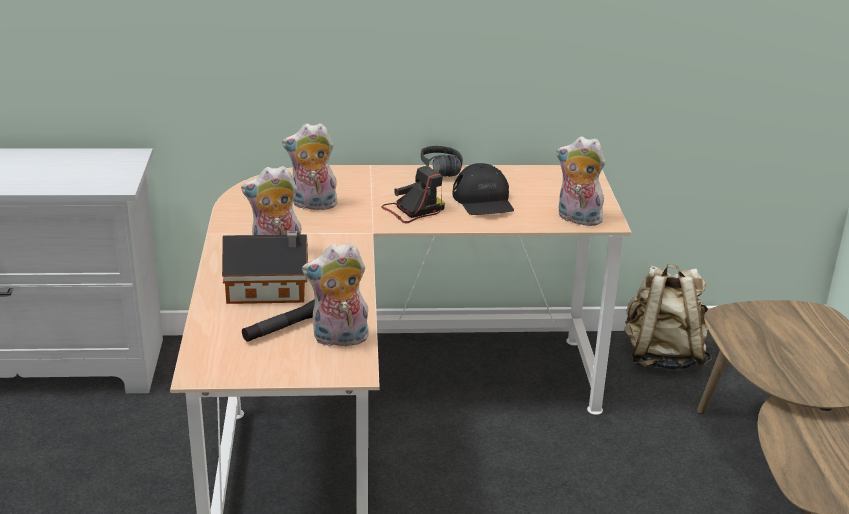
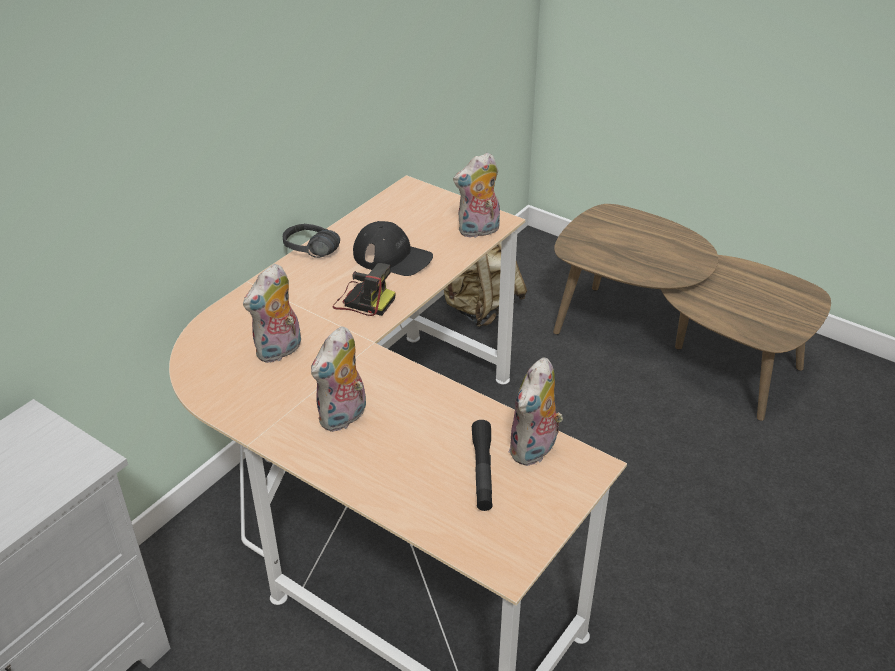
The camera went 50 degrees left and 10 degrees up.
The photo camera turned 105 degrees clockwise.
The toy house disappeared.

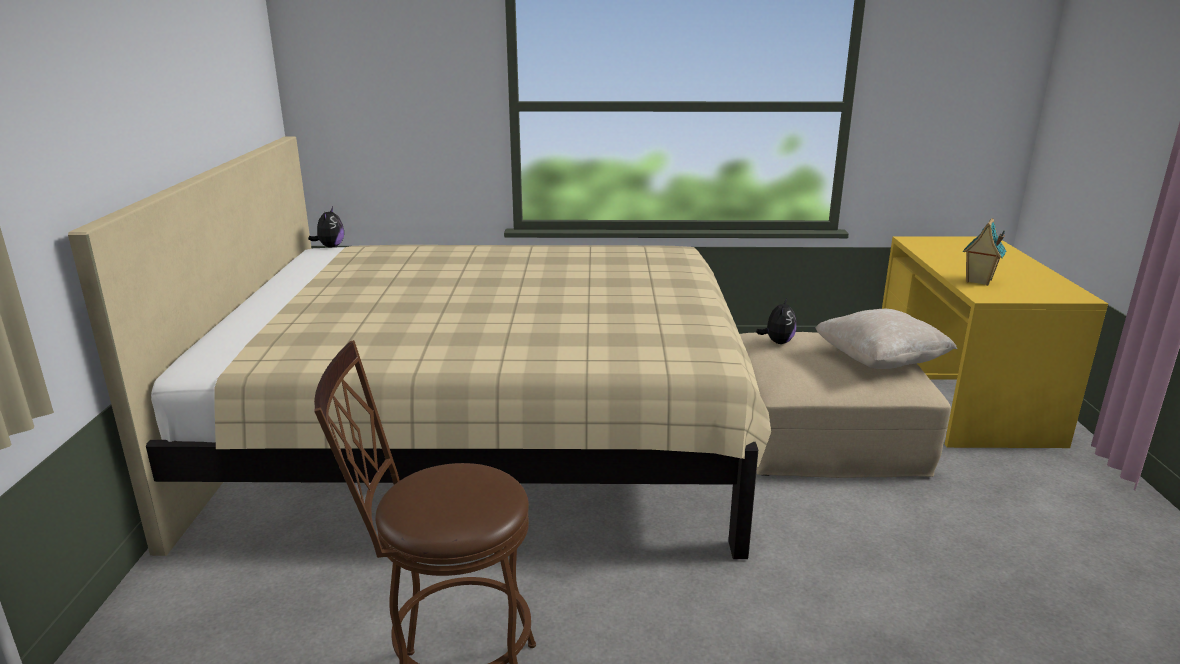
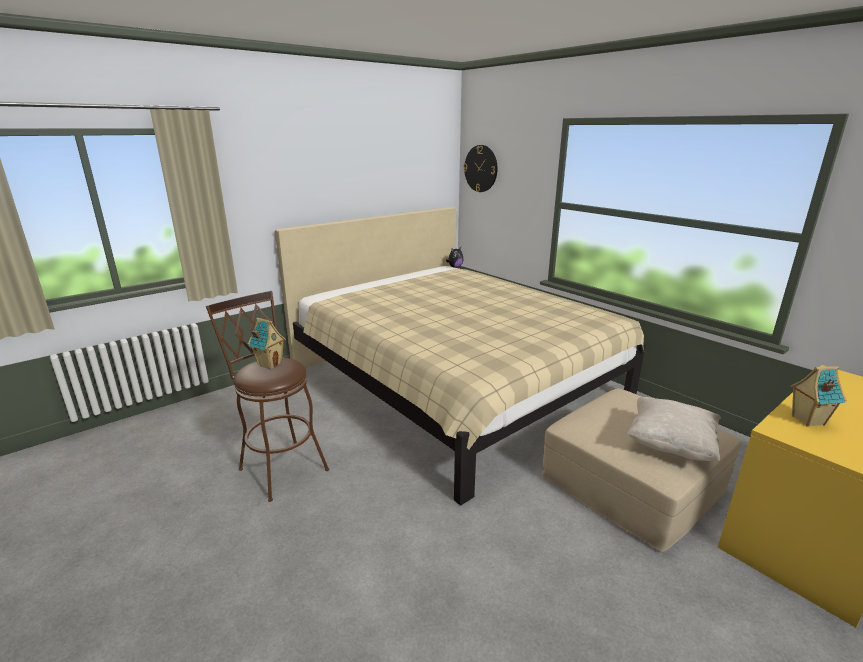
The camera went 50 degrees right and 0 degrees up.
The toy house (1st from left) appeared.
The hanging clock appeared.
The plush toy (2nd from left) disappeared.

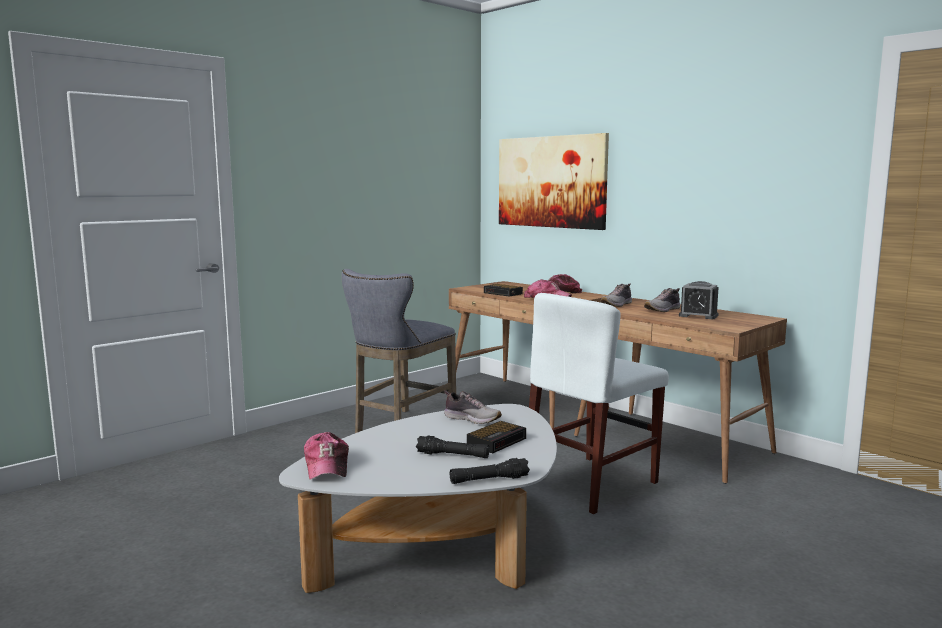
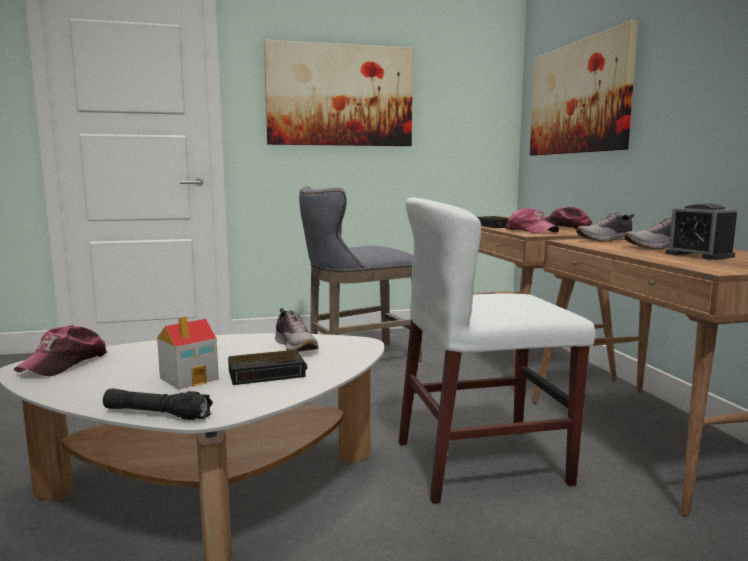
The camera went 30 degrees right and 0 degrees up.
The blackish flashlight (1st from left) was replaced by the toy house.
The wall art (1st from left) appeared.

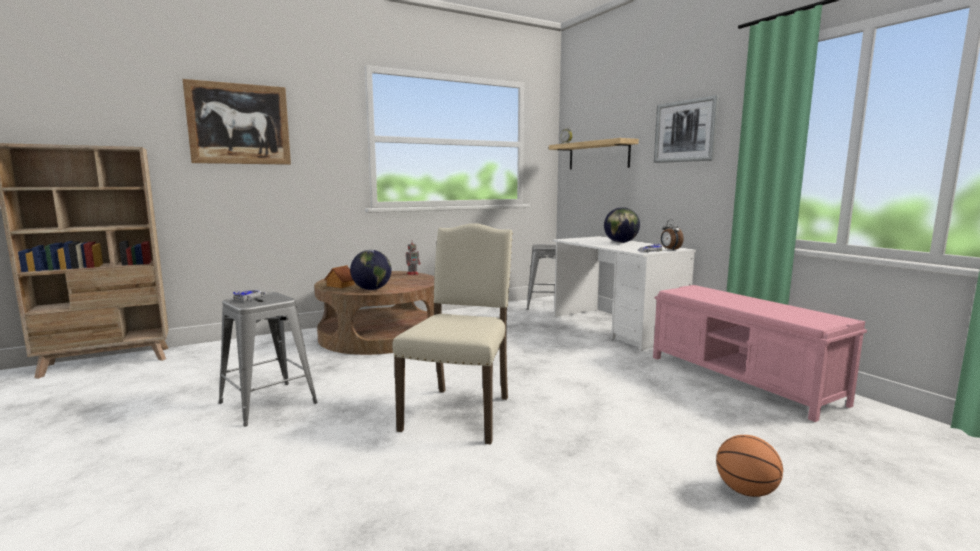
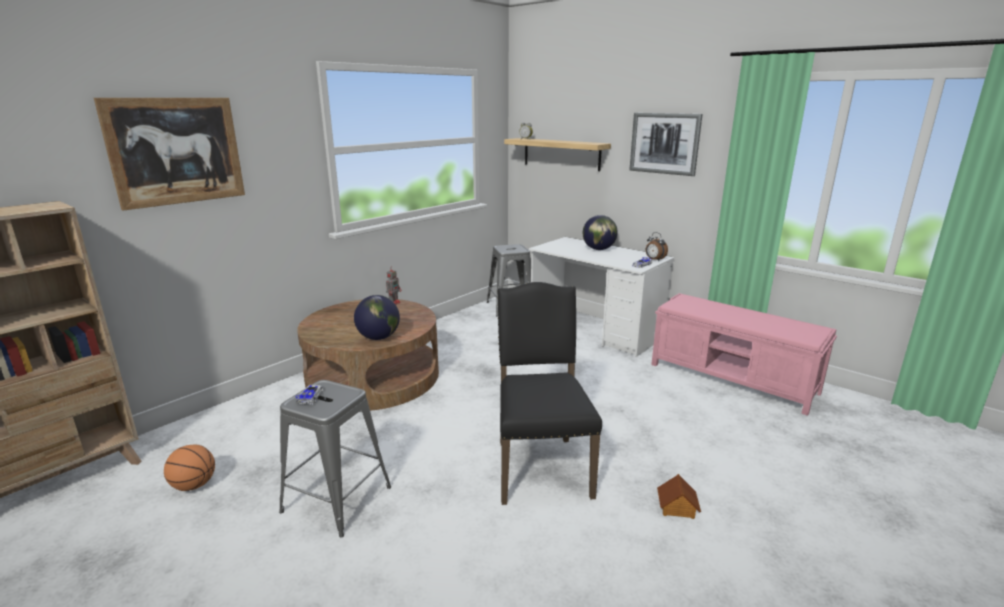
The camera went 20 degrees left and 10 degrees up.
The ball for basketball moved.
The beige plain chair became the blackish plain chair.
The toy house moved.

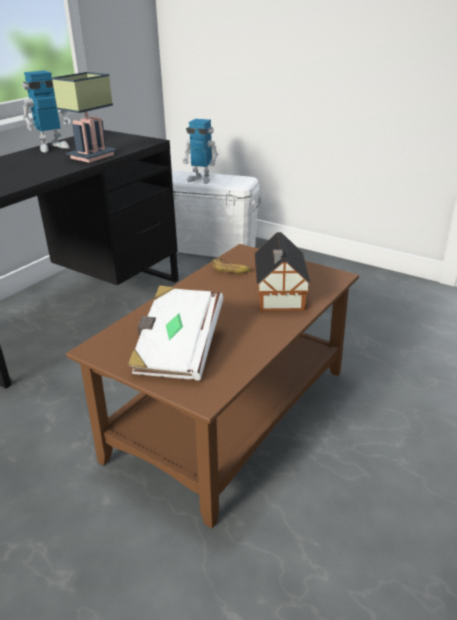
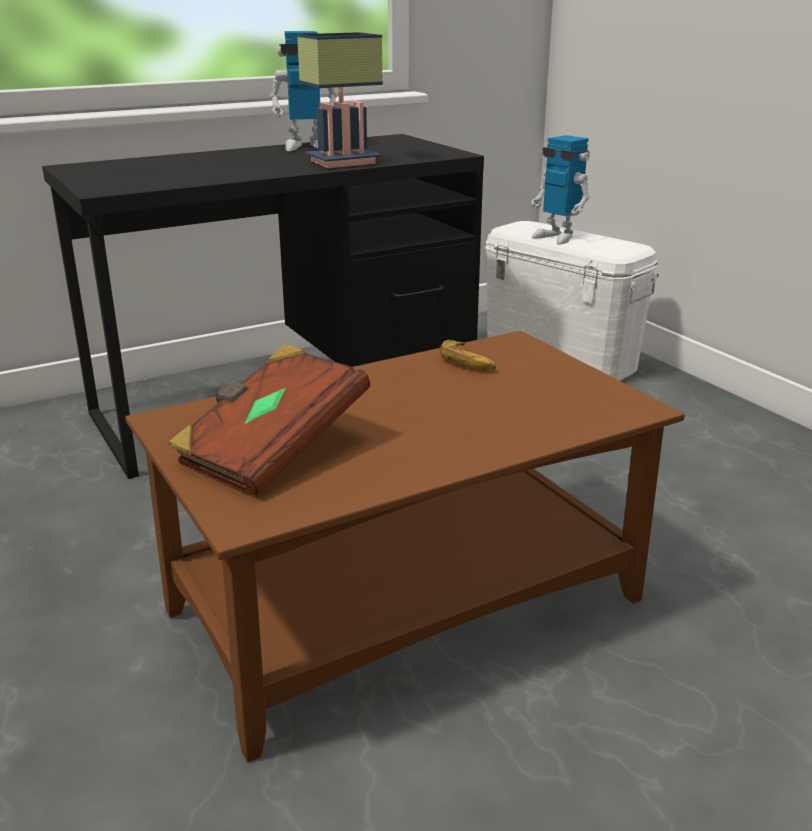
The camera went 25 degrees right and 5 degrees down.
The whitish volume became the brownish volume.
The toy house disappeared.

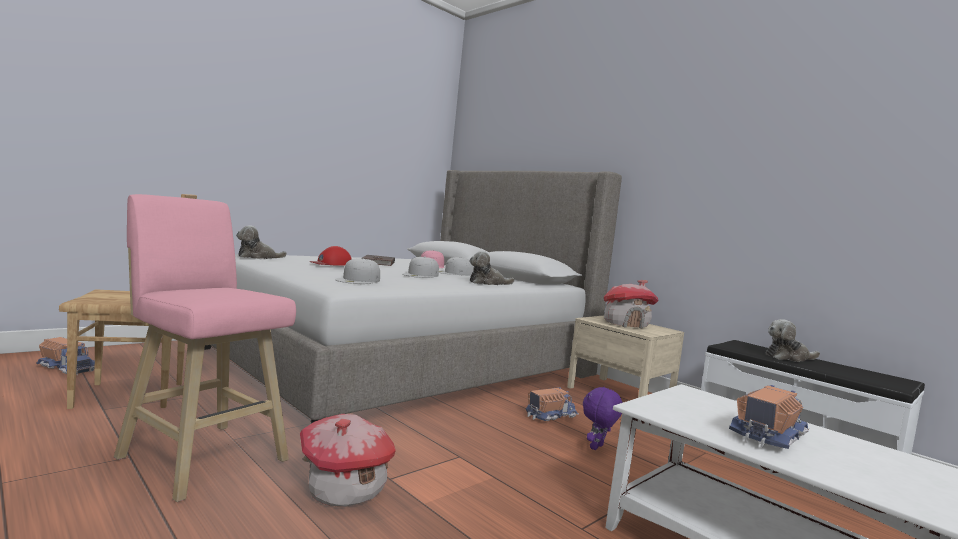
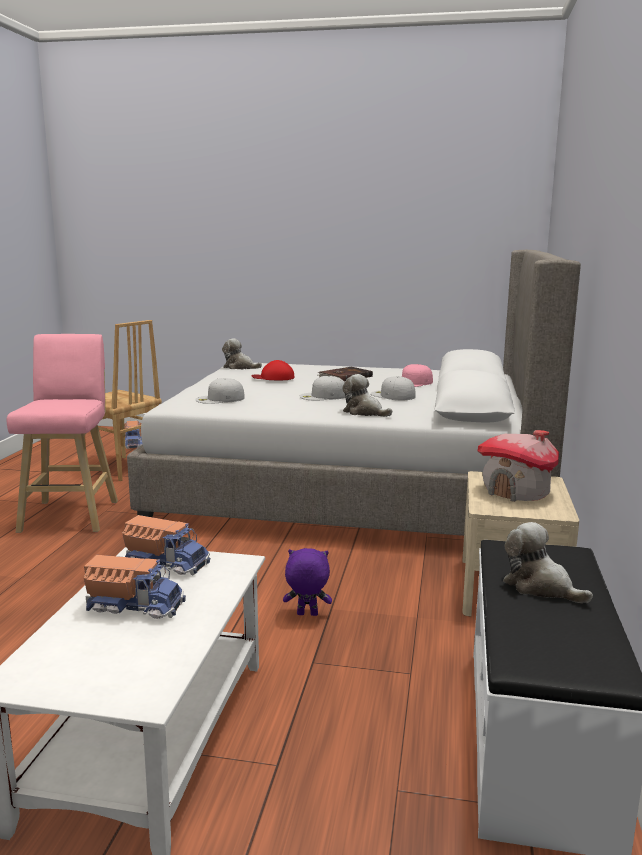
The camera went 55 degrees right and 10 degrees up.
The model truck (2nd from left in the first image) moved.
The toy house (1st from left) disappeared.

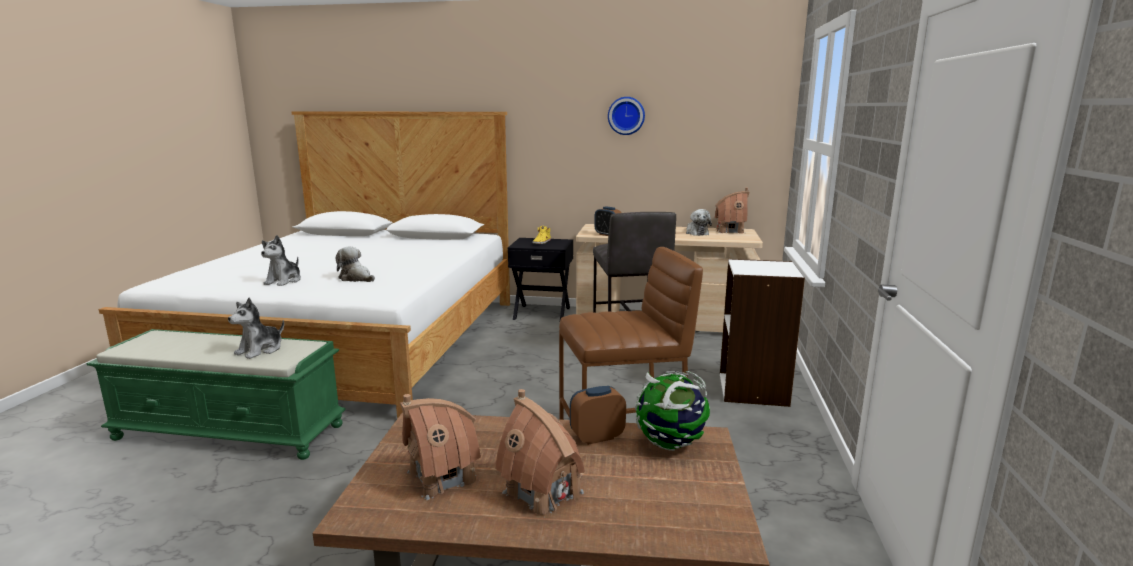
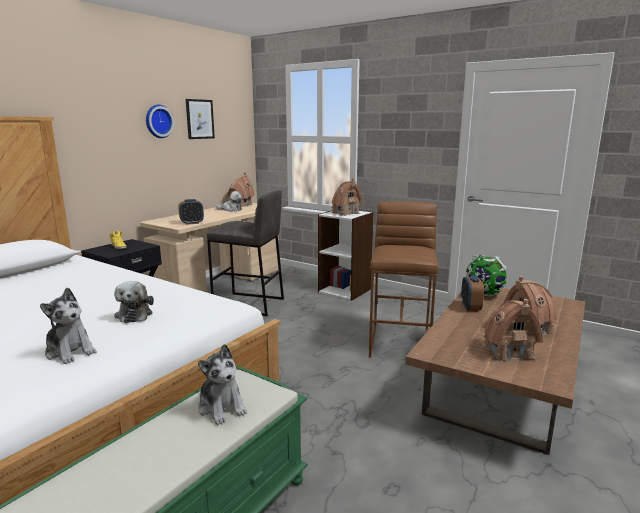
The camera went 65 degrees left and 0 degrees up.
The plush toy (3rd from left in the first image) turned 75 degrees counterclockwise.
The wall art appeared.
The toy house (2nd from left) appeared.

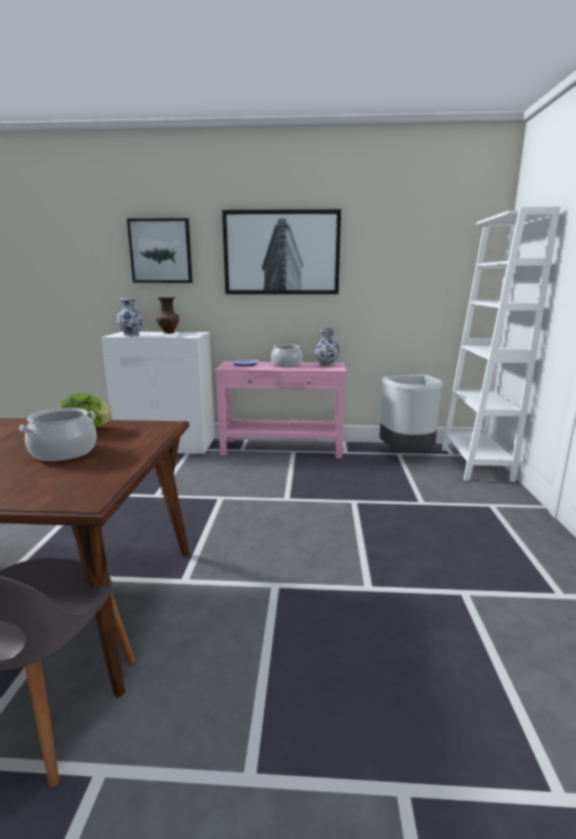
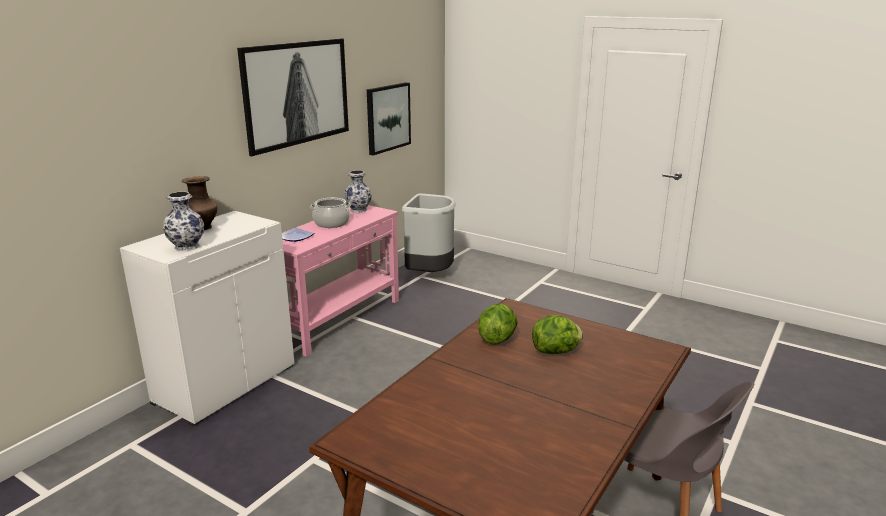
The camera went 60 degrees left and 5 degrees up.
The wall art (1st from left in the first image) moved.
The saucepot (1st from left) was replaced by the head of lettuce (2nd from left).
The whitish shelving unit disappeared.

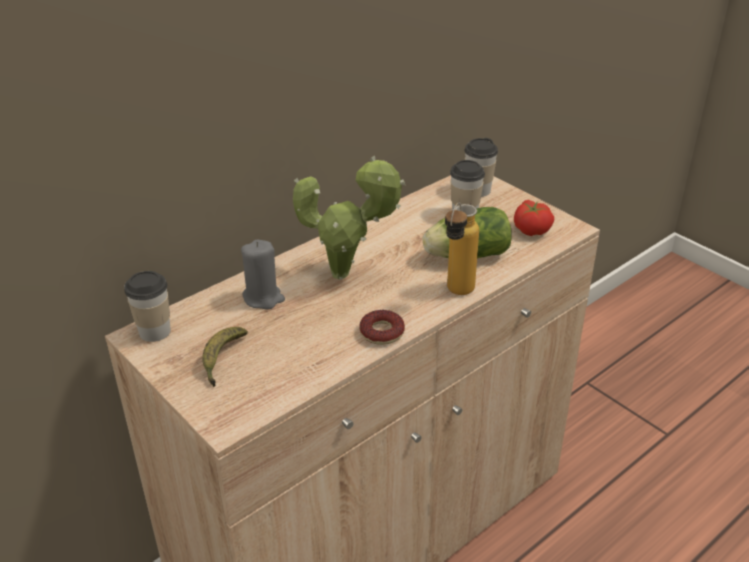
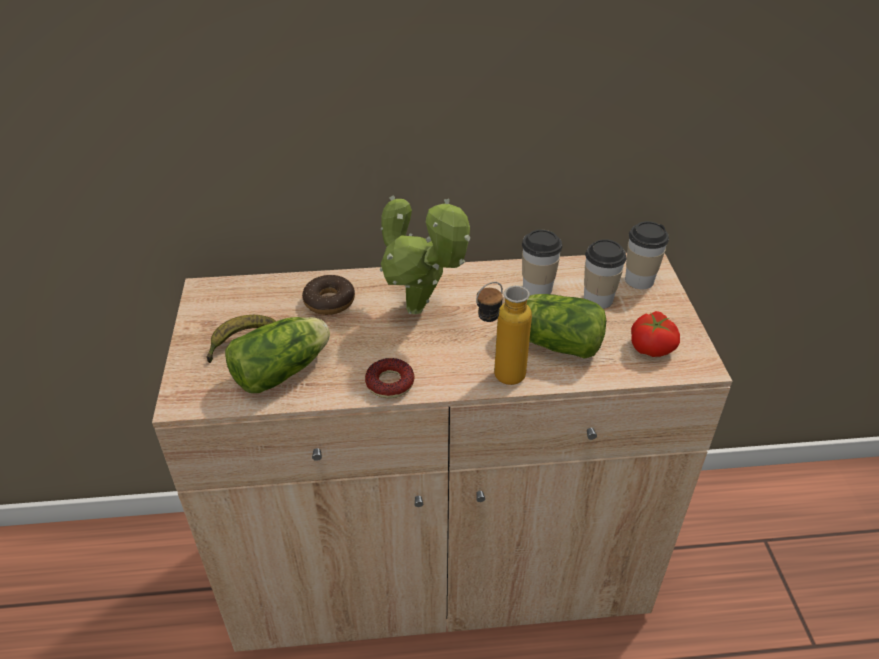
The camera went 35 degrees right and 5 degrees up.
The head of lettuce (1st from left) appeared.
The gray wax candle was replaced by the ring doughnut (1st from left).
The drinking cup (1st from left) moved.

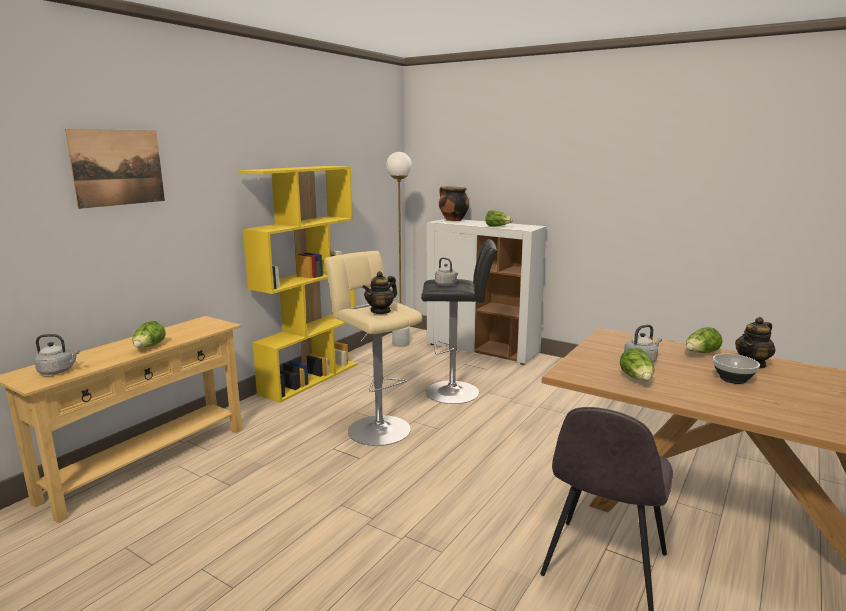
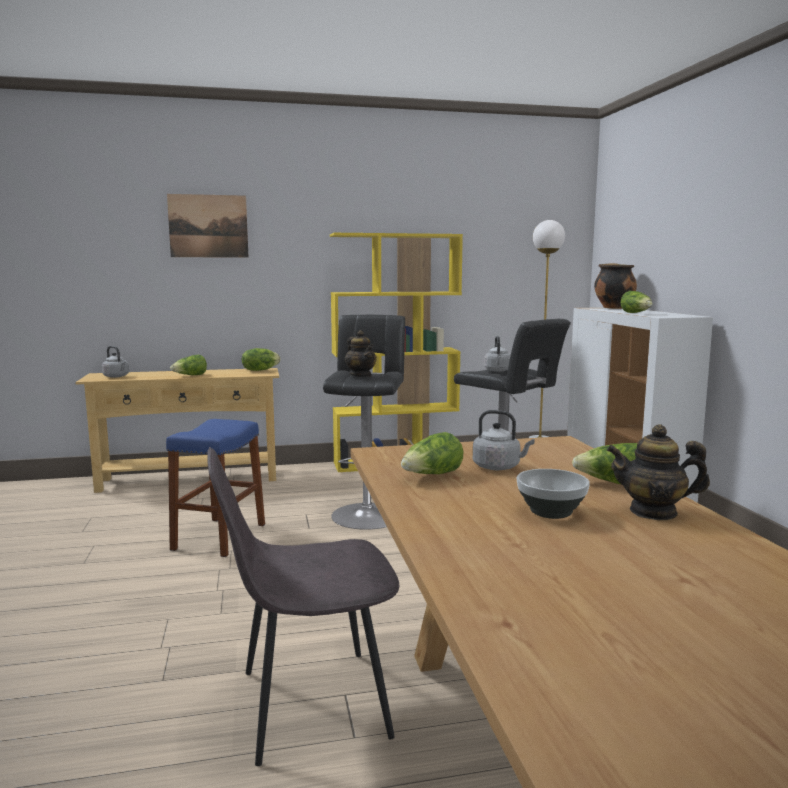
The camera went 45 degrees right and 5 degrees down.
The bluish stool seat appeared.
The head of lettuce (2nd from left) appeared.
The beige stool seat became the blackish stool seat (1st from left).
The pot for tea (1st from left) turned 120 degrees counterclockwise.

